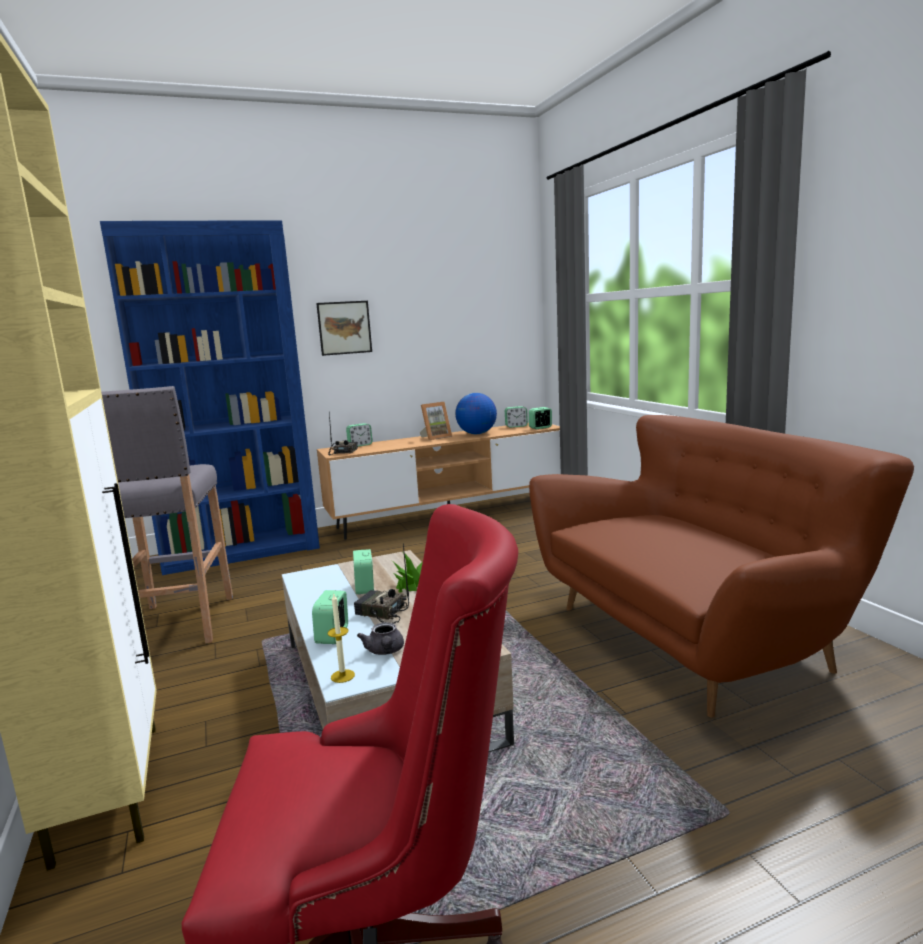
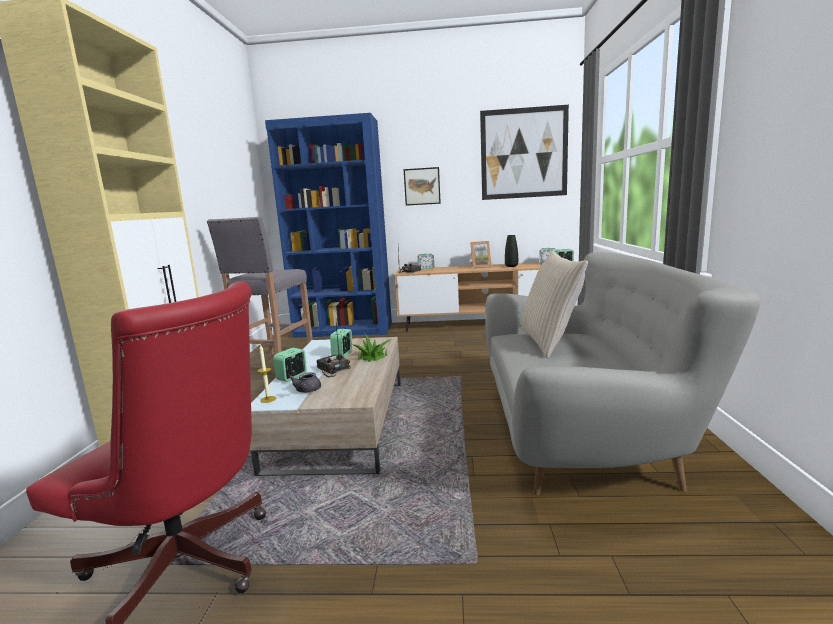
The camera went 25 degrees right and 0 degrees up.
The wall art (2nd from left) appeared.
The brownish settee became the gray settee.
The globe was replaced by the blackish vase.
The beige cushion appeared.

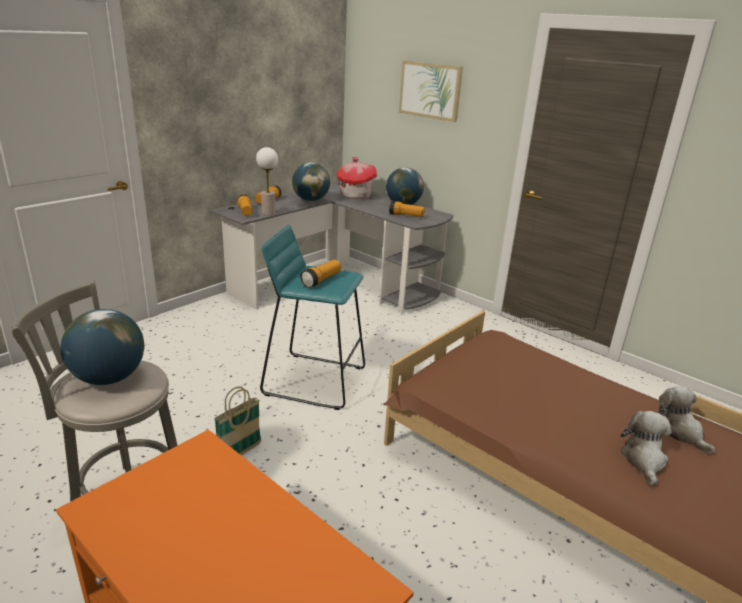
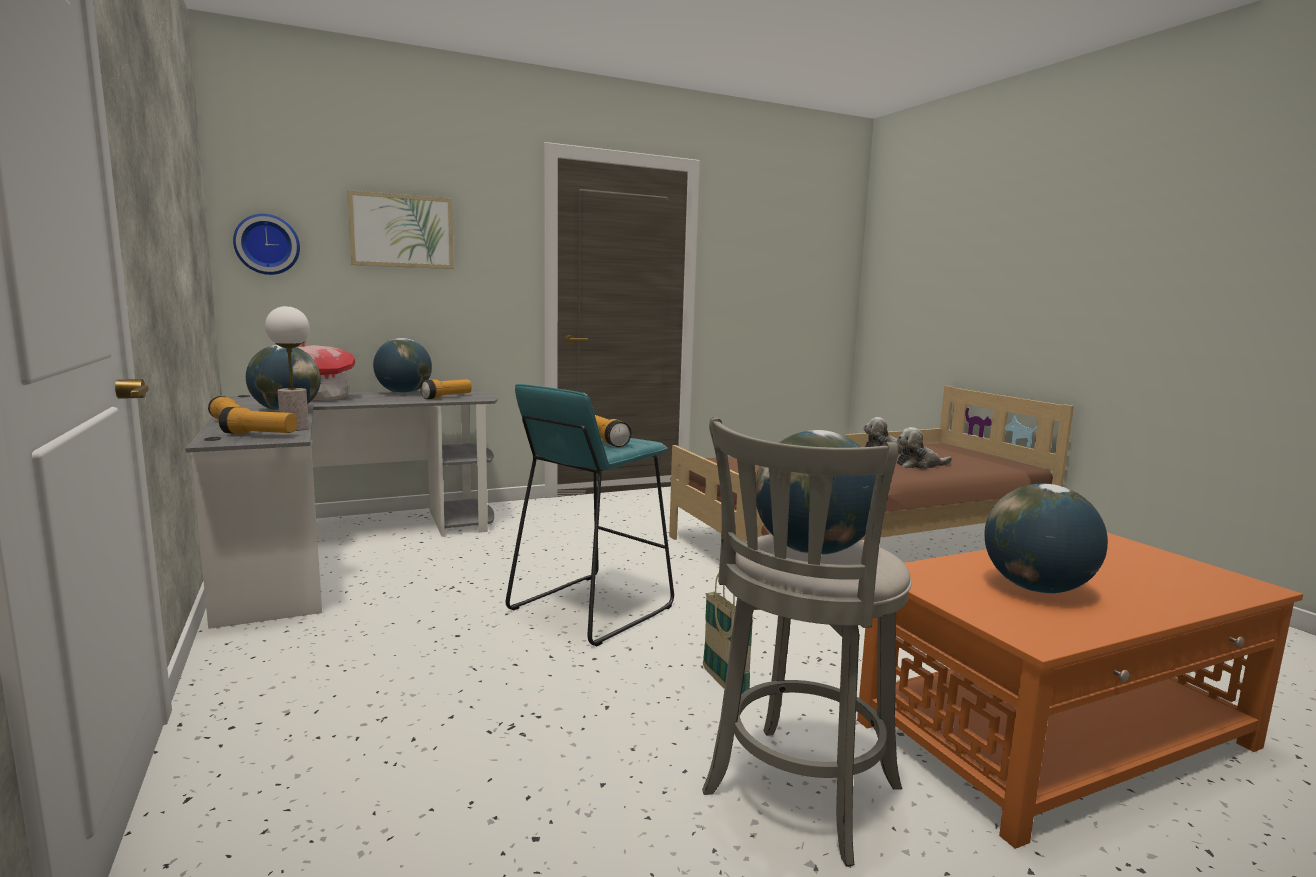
The camera went 65 degrees left and 15 degrees down.
The hanging clock appeared.
The plush toy (1st from left in the first image) turned 45 degrees counterclockwise.
The globe (4th from left) appeared.

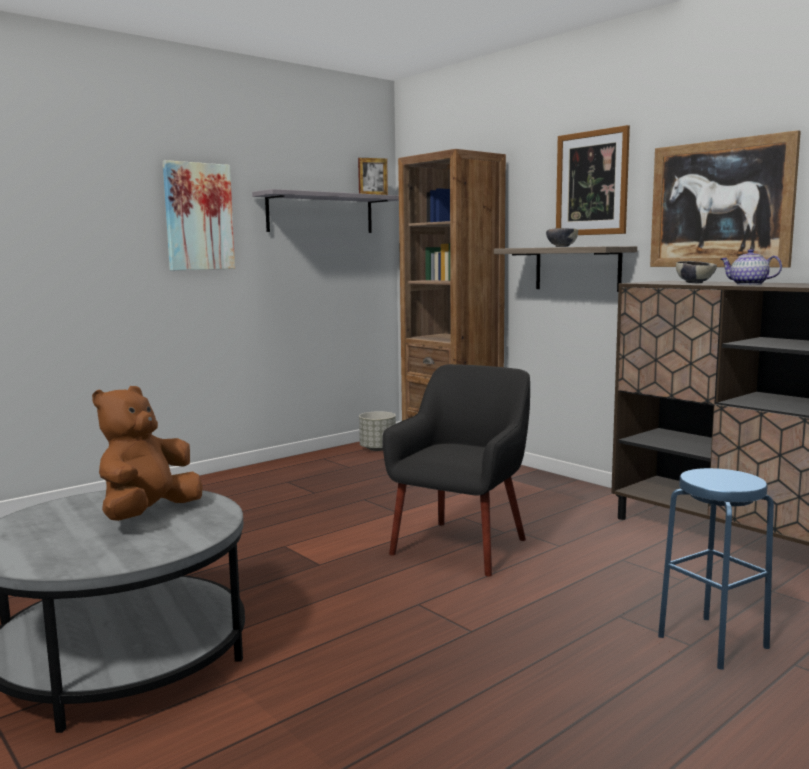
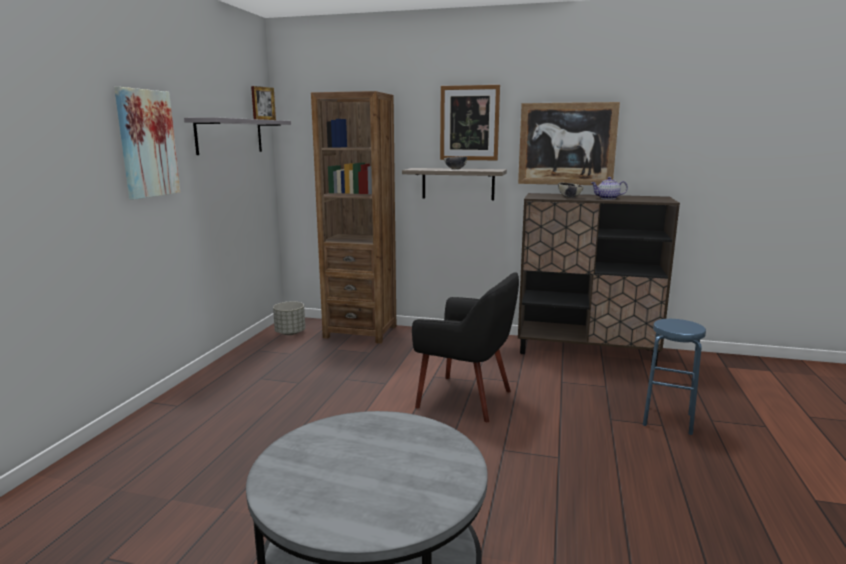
The camera went 35 degrees left and 5 degrees up.
The blackish armchair turned 120 degrees clockwise.
The brownish plush toy disappeared.

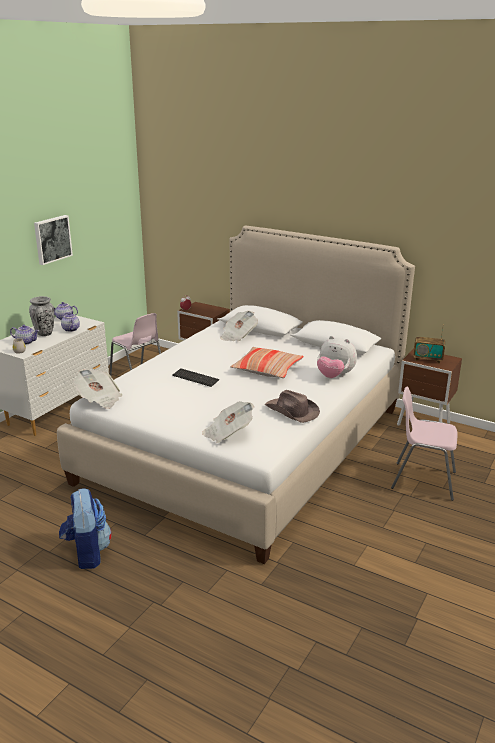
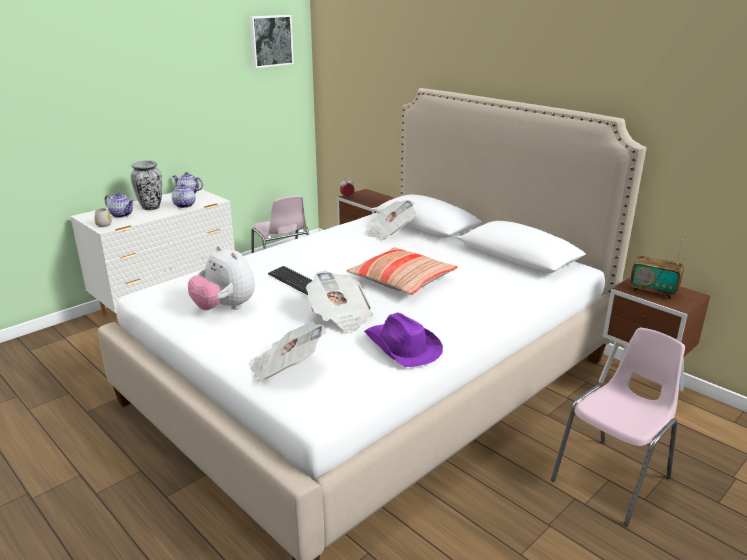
The camera went 15 degrees right and 0 degrees up.
The plush toy moved.
The wall art moved.
The printed paper (1st from left in the first image) moved.
The brownish hat became the purple hat.
The pinkish plain chair (2nd from left) turned 105 degrees clockwise.
The backpack disappeared.

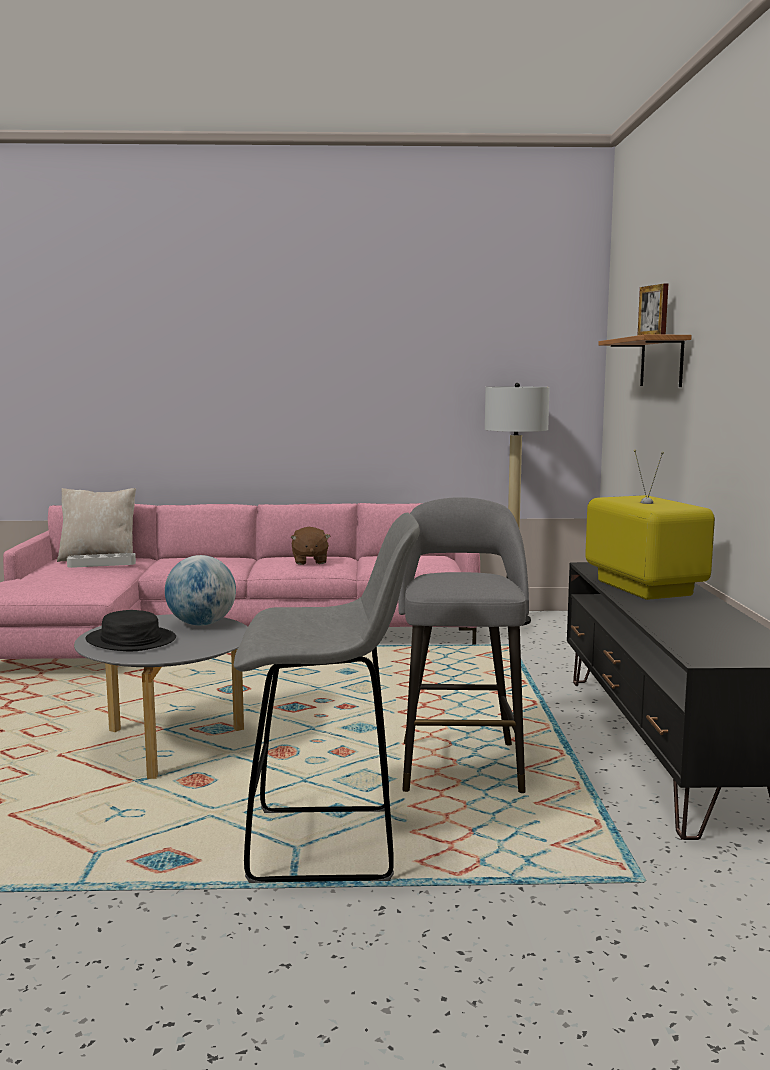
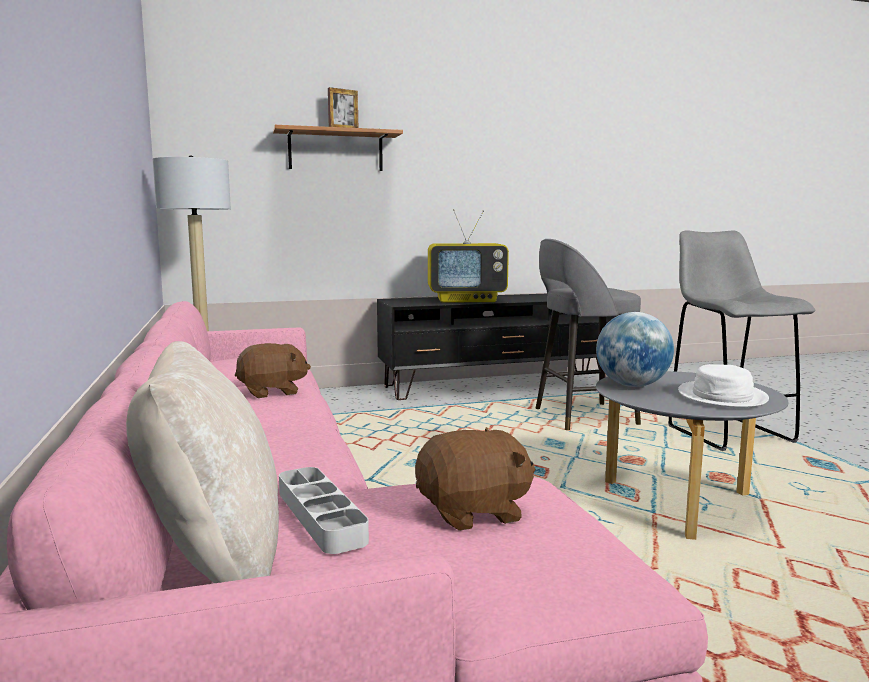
The camera went 105 degrees left and 0 degrees up.
The brownish plush toy (2nd from left) appeared.
The TV set turned 150 degrees counterclockwise.
The blackish hat became the whitish hat.

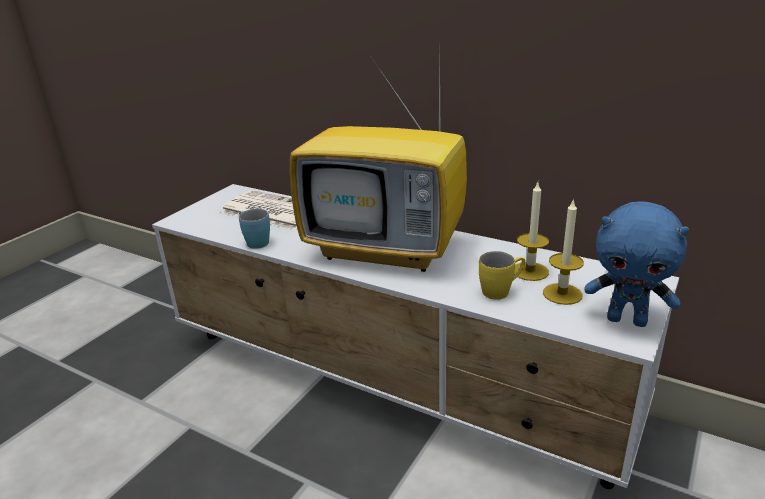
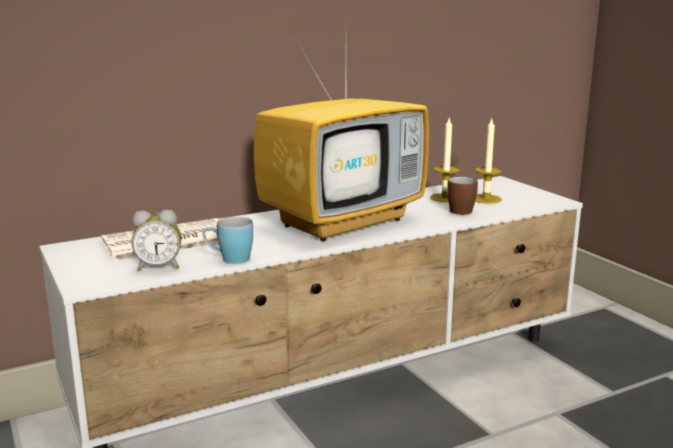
The camera went 60 degrees left and 10 degrees down.
The table clock appeared.
The yellow-coloured tea mug became the brownish tea mug.
The bluish plush toy disappeared.

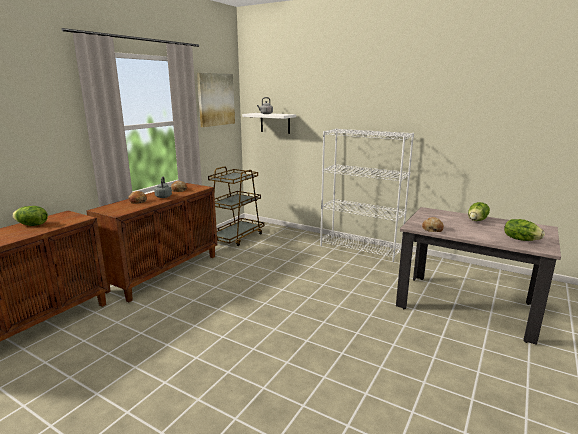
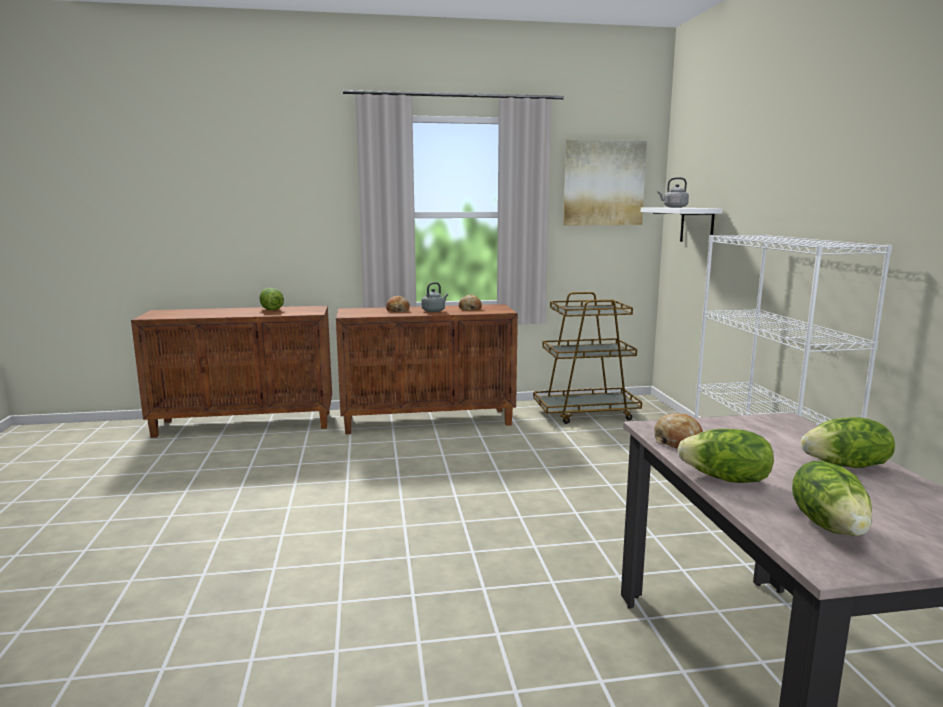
The camera went 50 degrees right and 5 degrees down.
The head of lettuce (2nd from left) appeared.

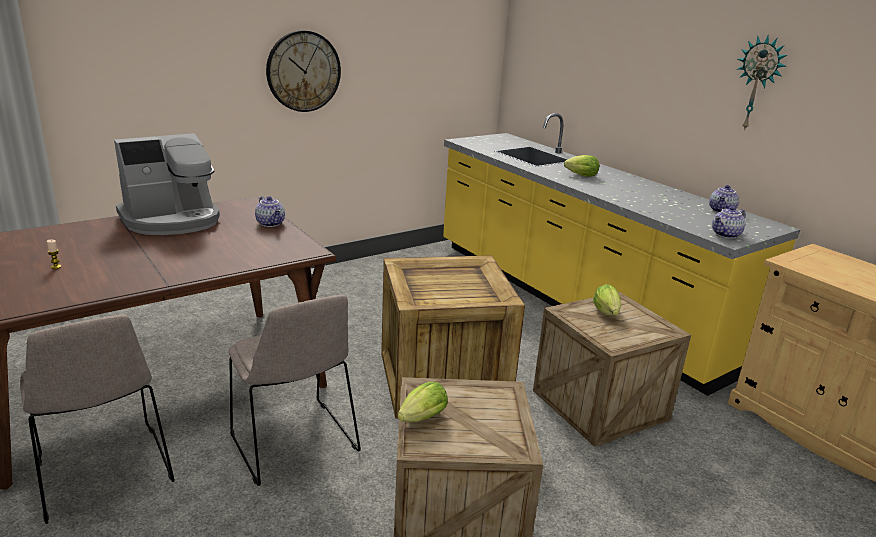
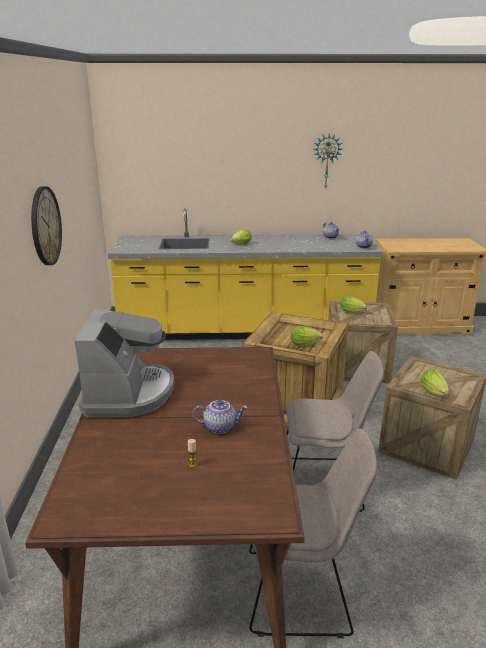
The camera went 55 degrees left and 0 degrees up.
The pot for tea (1st from left) moved.
The head of lettuce (2nd from left) appeared.

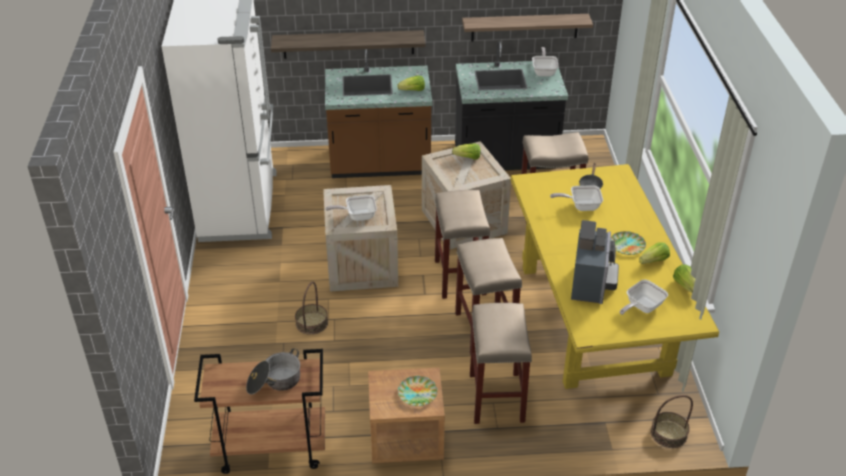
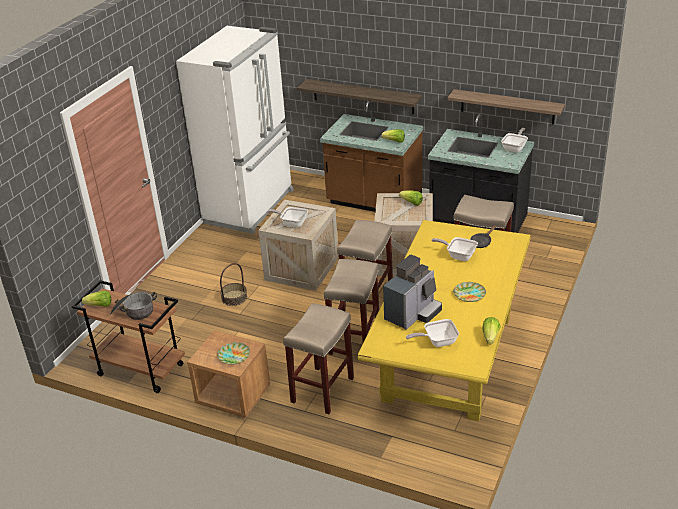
The camera went 30 degrees right and 5 degrees down.
The head of lettuce (3rd from left in the first image) moved.
The storage basket (2nd from left) disappeared.

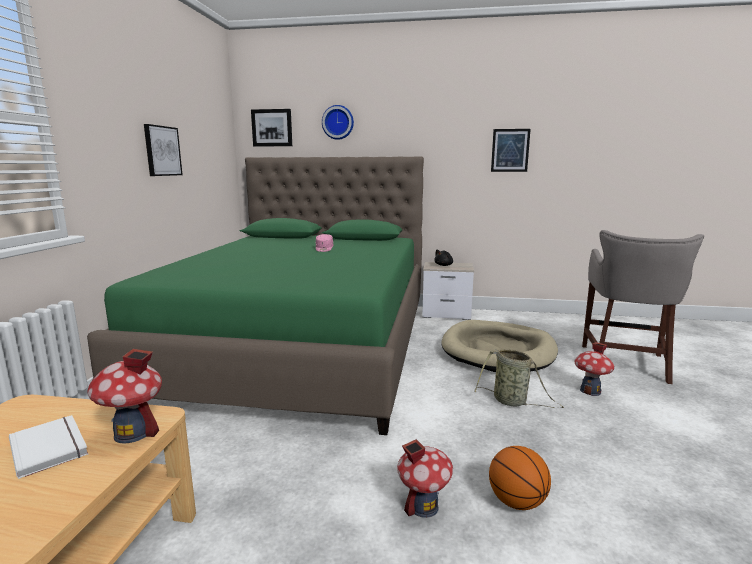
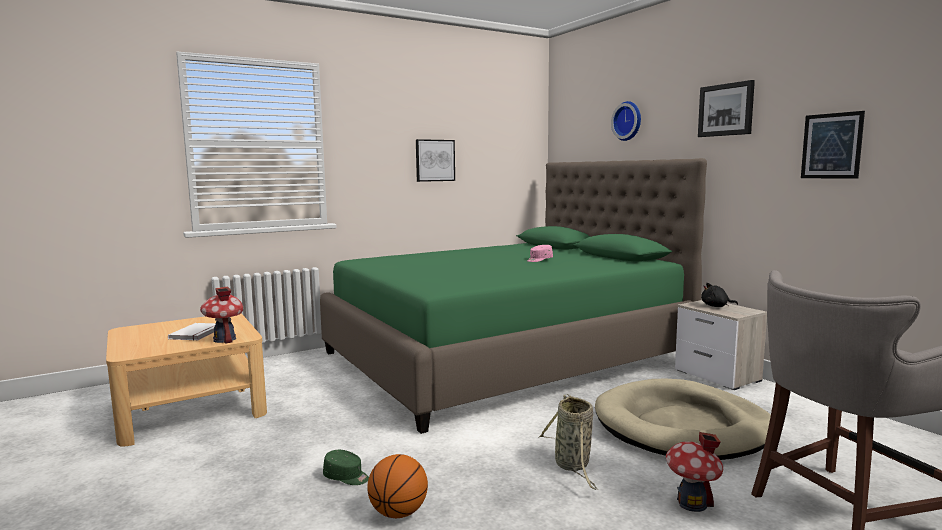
The camera went 50 degrees right and 5 degrees down.
The toy house (2nd from left) was replaced by the green baseball cap.
The wall art (2nd from left) moved.

